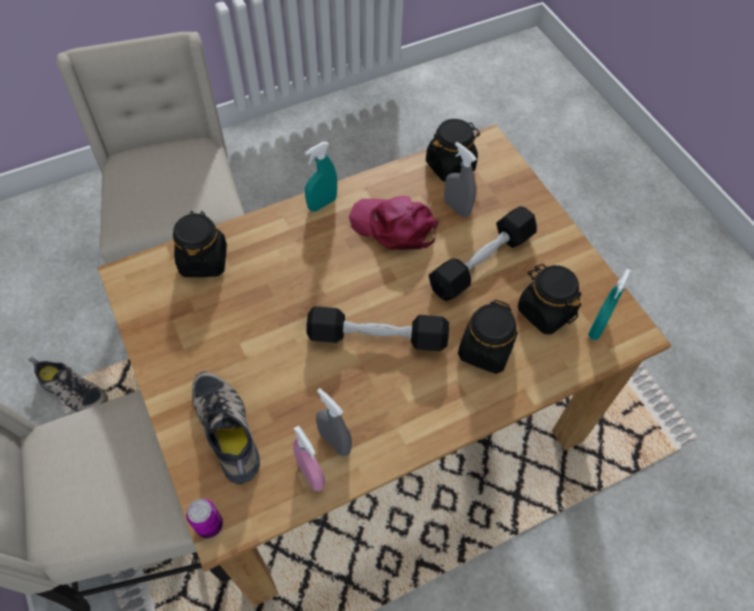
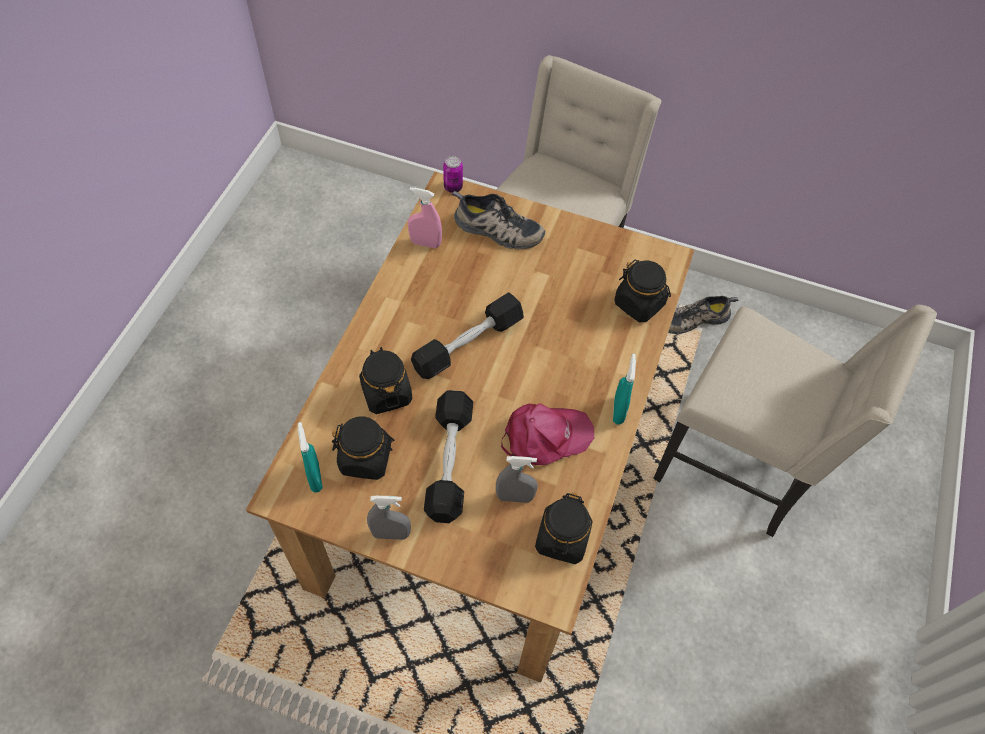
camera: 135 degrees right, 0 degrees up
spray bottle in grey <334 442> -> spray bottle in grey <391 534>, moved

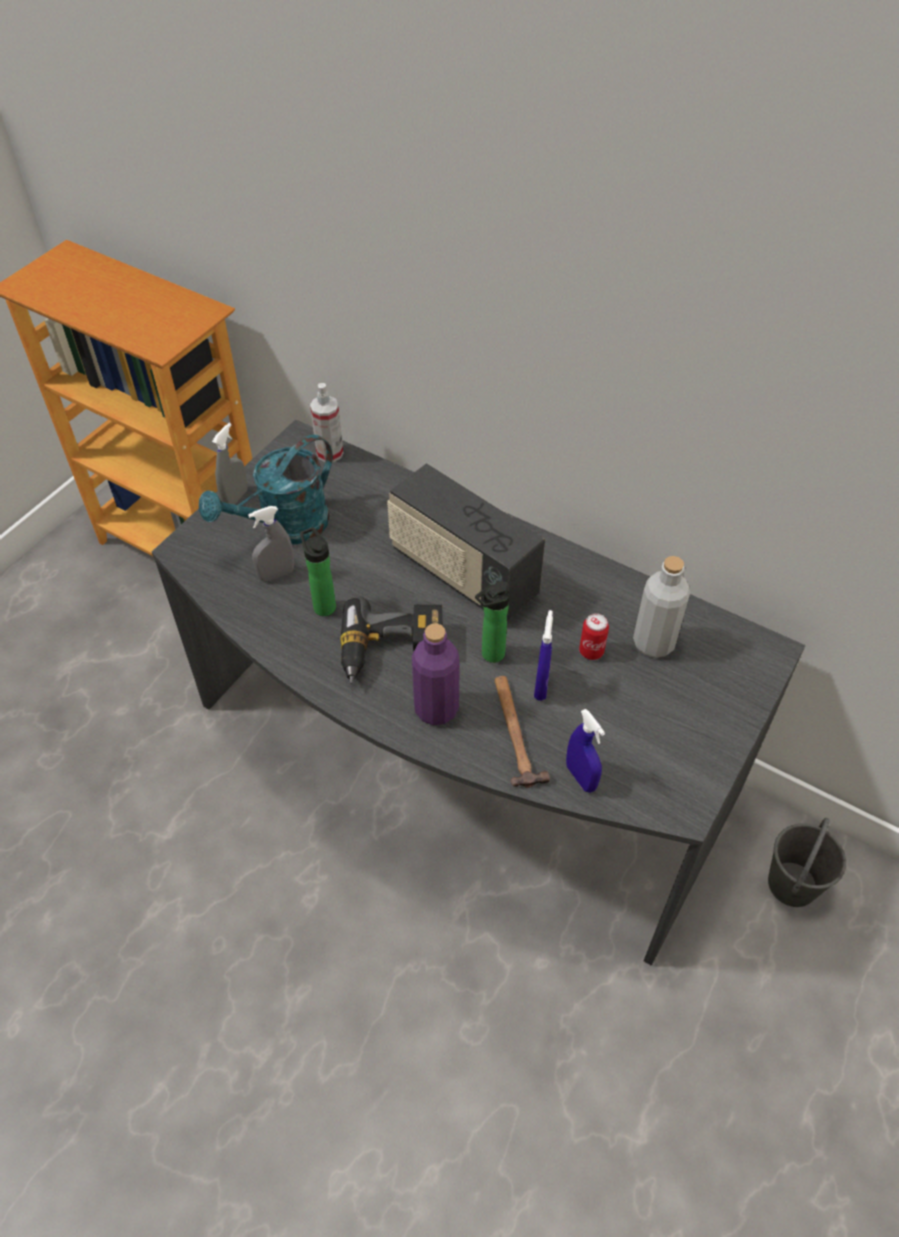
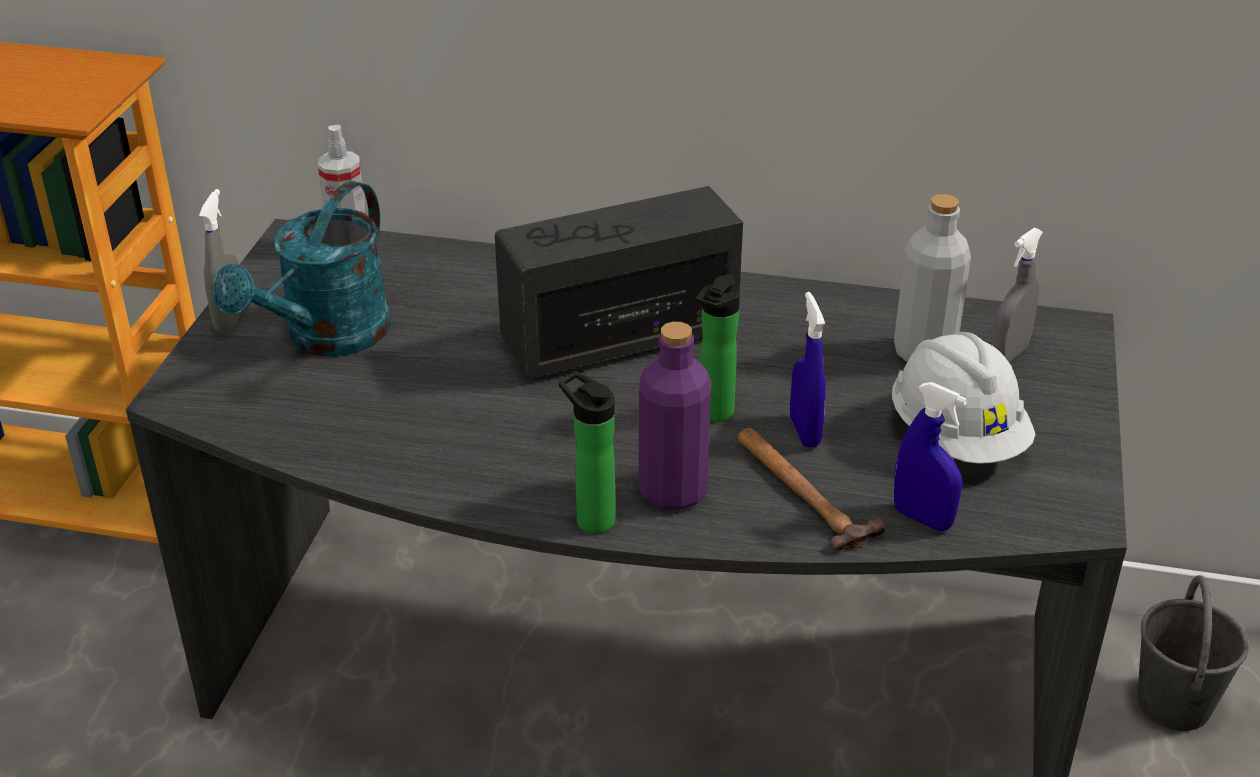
camera: 20 degrees left, 15 degrees down
radio <462 574> -> radio <620 336>, 135 degrees clockwise
bottle <323 605> -> bottle <590 518>, moved
none -> hard hat in white <957 436>
spray bottle in grey <276 574> -> spray bottle in grey <1008 354>, moved
power drill <391 652> -> none
can <591 651> -> none

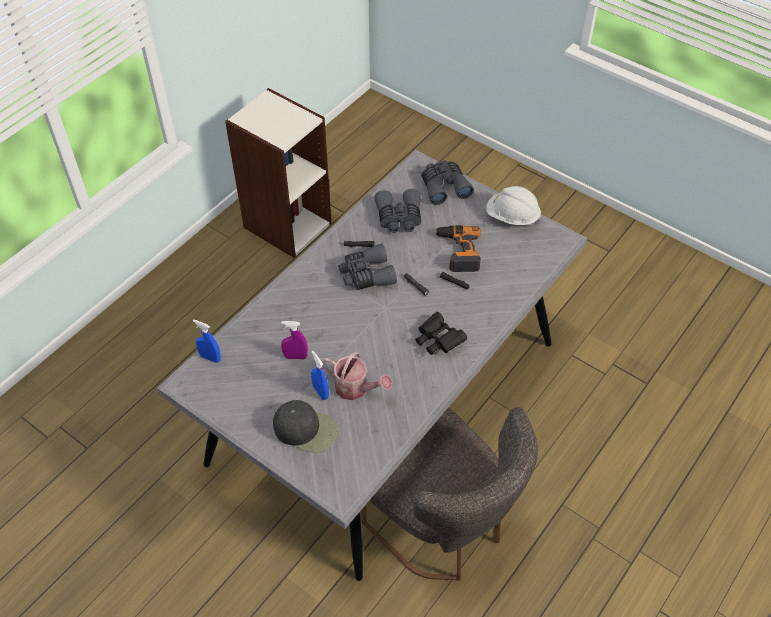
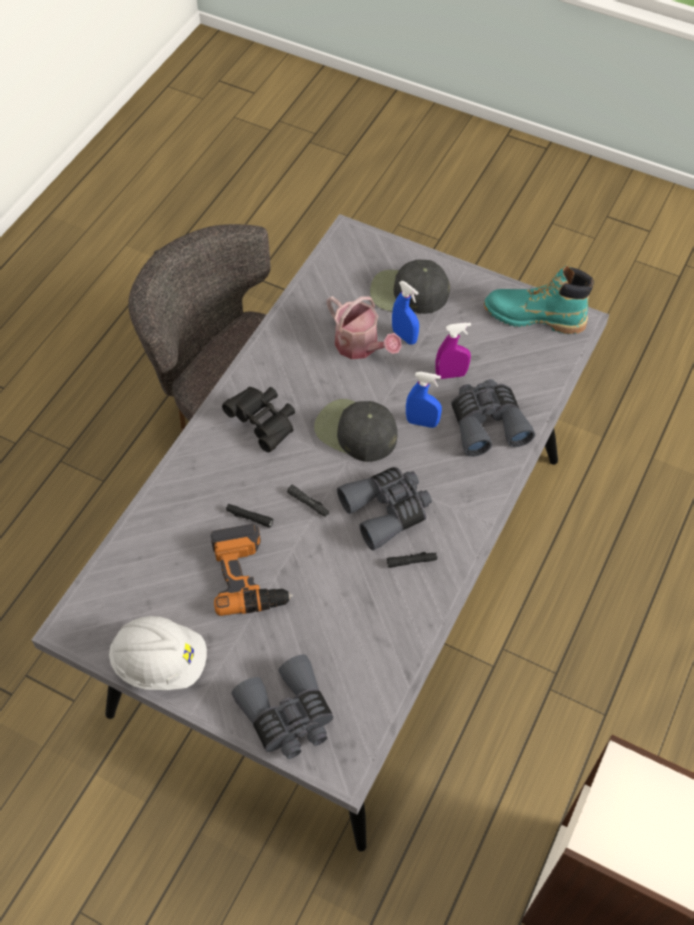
camera: 170 degrees right, 5 degrees up
none -> cap in black <355 431>
watering can <356 388> -> watering can <361 347>, 150 degrees counterclockwise
spray bottle in blue <210 358> -> spray bottle in blue <422 422>, moved
binoculars in grey <399 218> -> binoculars in grey <487 423>, moved
none -> boot in turquoise <534 317>

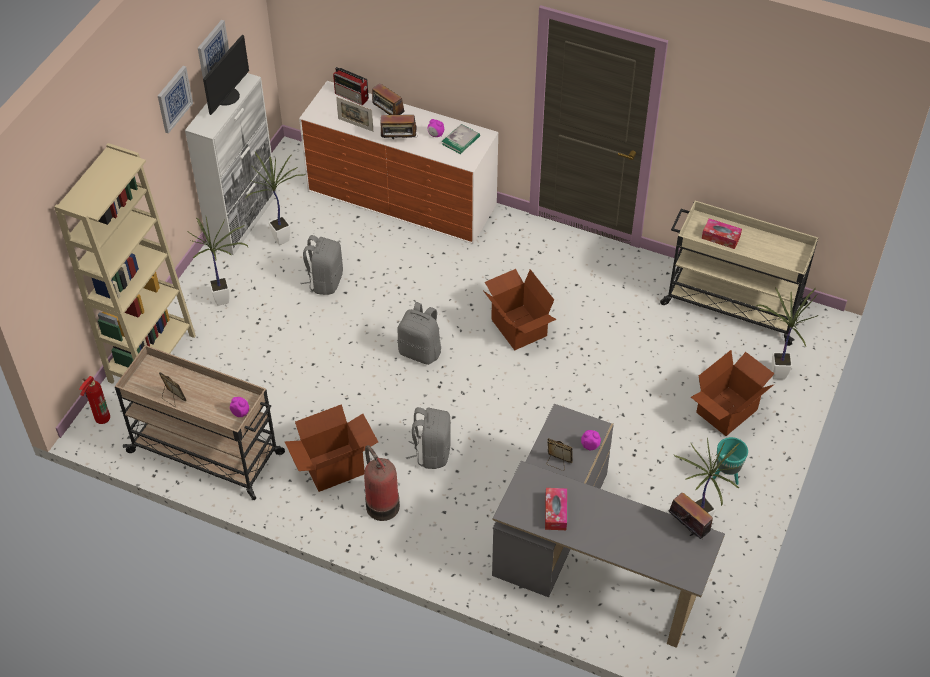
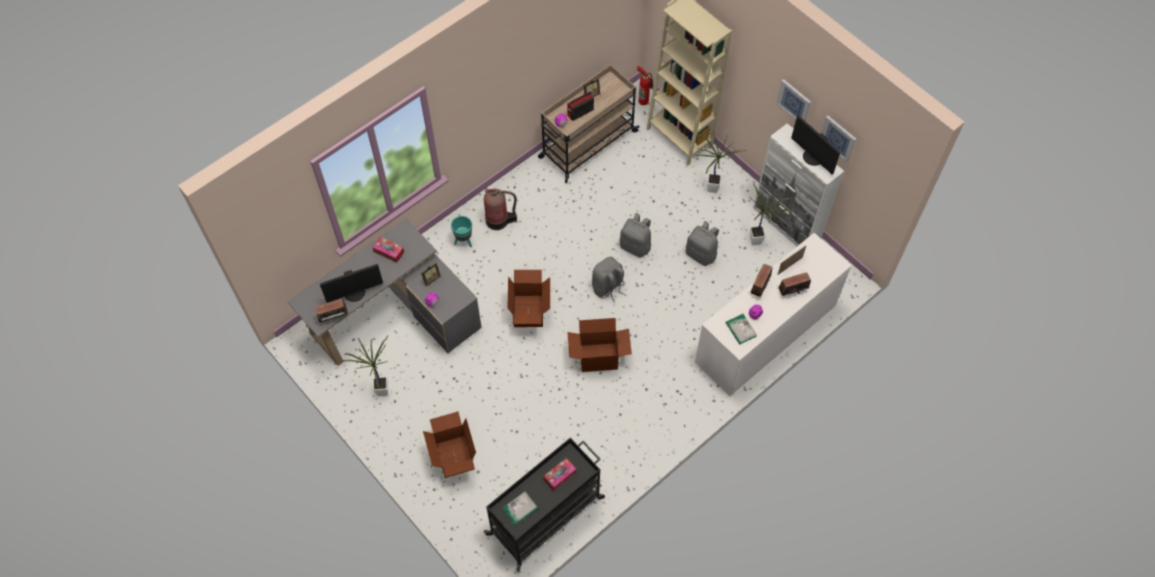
camera: 115 degrees right, 10 degrees up
none -> monitor <355 293>
planter in turquoise <726 475> -> planter in turquoise <464 241>, moved
cart in beige <731 304> -> cart in black <547 515>
none -> book <520 509>
cardboard box <333 466> -> cardboard box <529 311>, moved
radio <352 96> -> radio <580 112>, moved
backpack in grey <431 452> -> backpack in grey <635 246>, moved
potted plant <774 373> -> none

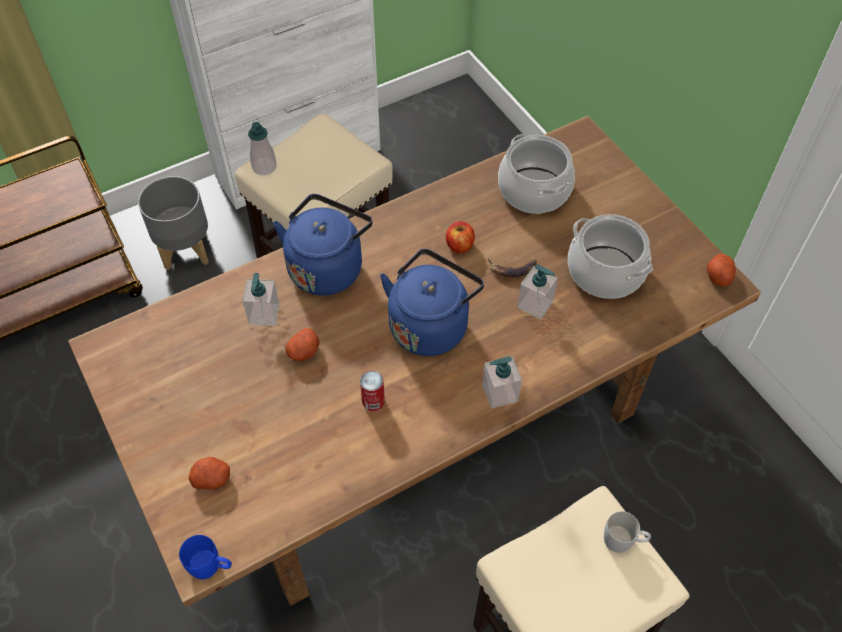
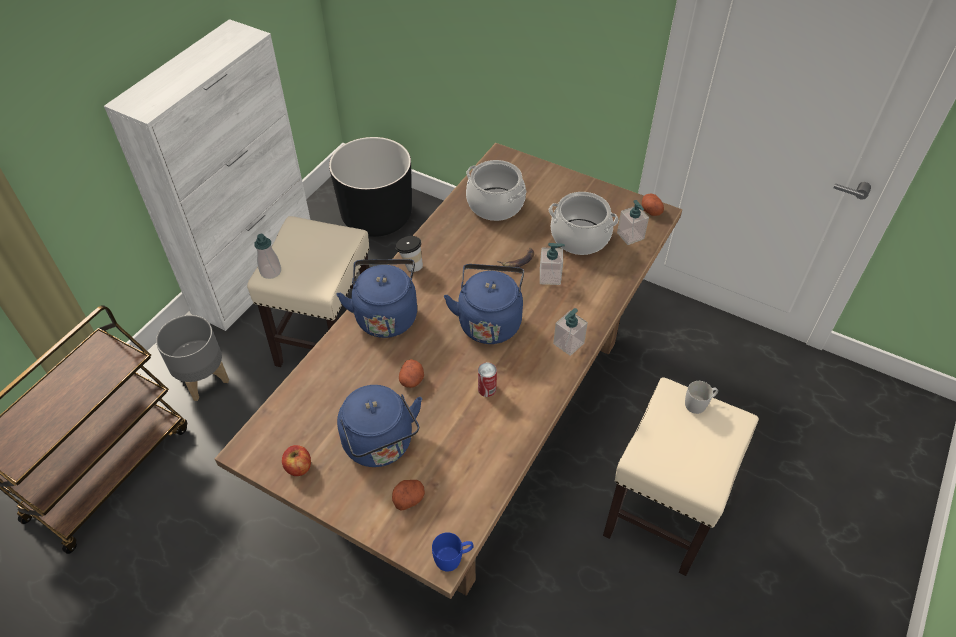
camera: 30 degrees left, 5 degrees down
apple <459 245> -> apple <298 467>, moved
none -> planter in black <377 216>
none -> kettle in blue <381 445>
none -> cup <410 265>
soap dispenser <264 314> -> soap dispenser <630 236>, moved

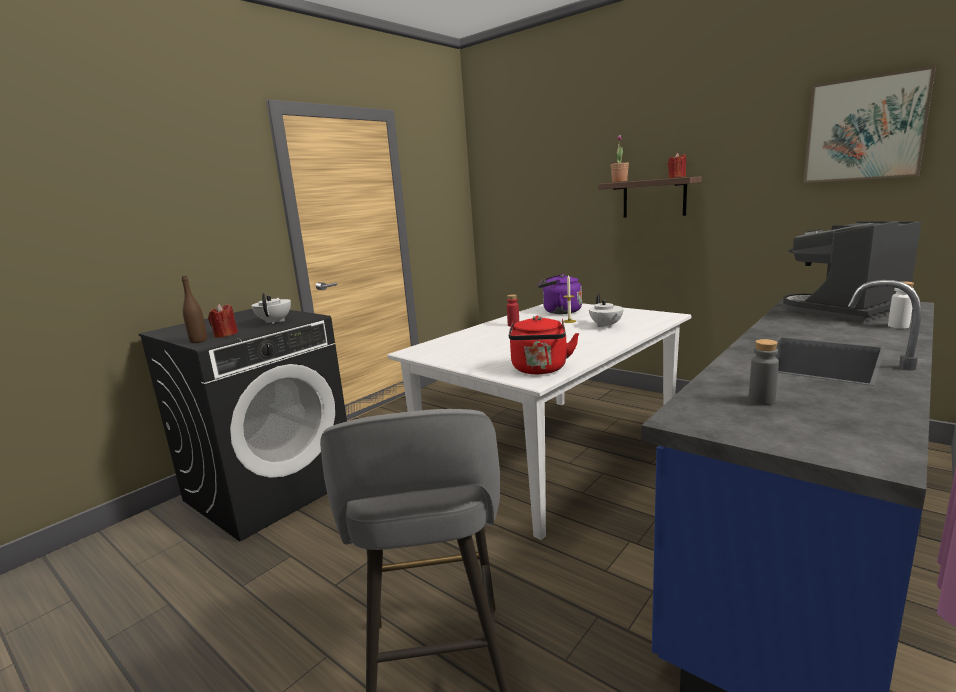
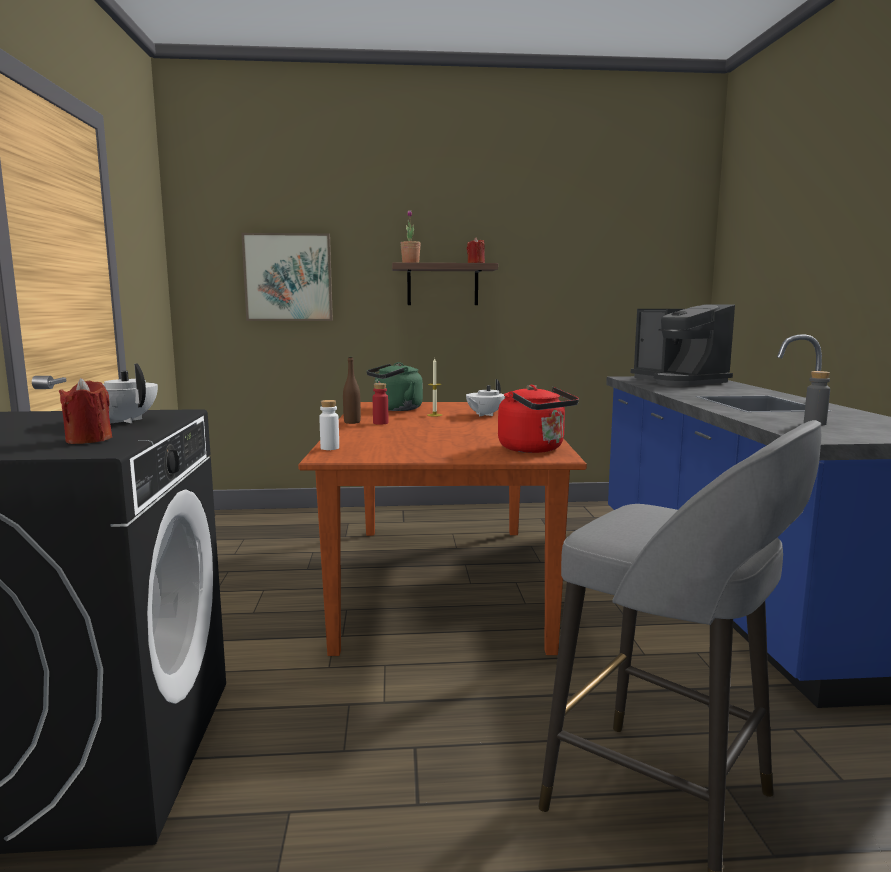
camera: 45 degrees left, 5 degrees down
picture <864 129> -> picture <288 277>, moved
dining table in white <552 455> -> dining table in brown <443 582>
bottle in white <898 326> -> bottle in white <330 448>, moved
bottle in brown <198 341> -> bottle in brown <352 422>, moved
kettle in purple <559 311> -> kettle in green <395 409>
teapot in white <606 326> -> teapot in white <484 415>, 90 degrees clockwise
coffee machine <848 310> -> coffee machine <678 381>, 45 degrees counterclockwise

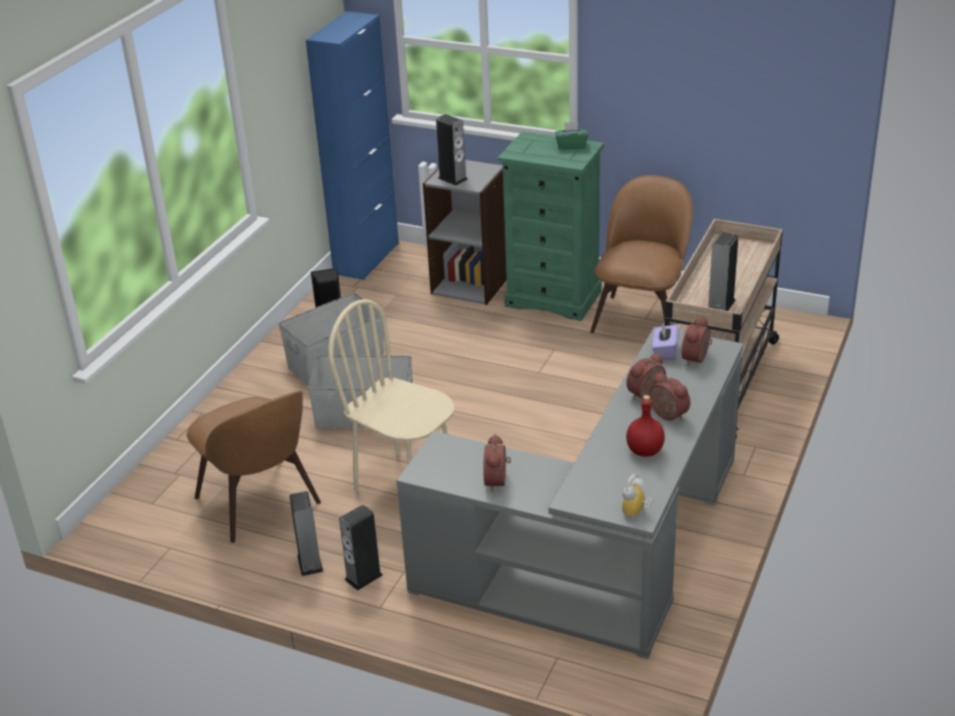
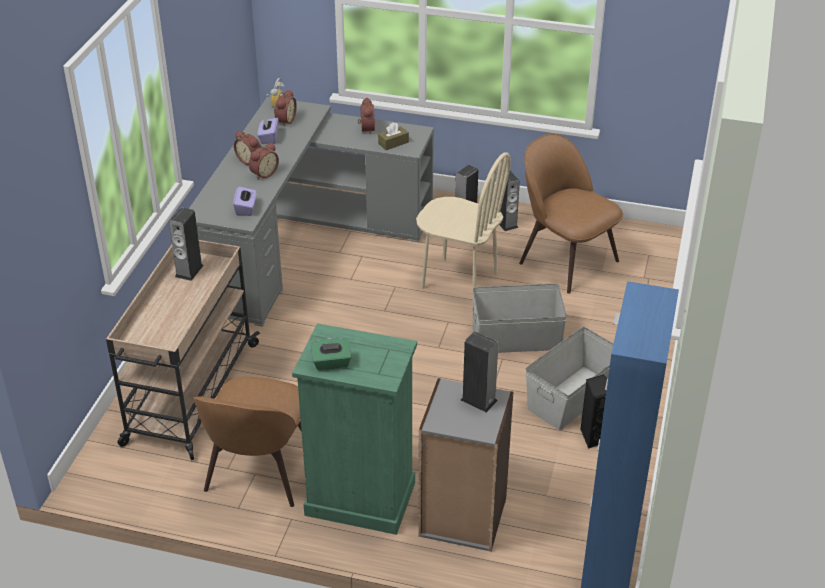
camera: 170 degrees right, 5 degrees up
bottle in red <644 450> -> tissue box in purple <268 138>
alarm clock <697 359> -> alarm clock <284 121>, moved
none -> tissue box in brown <393 143>

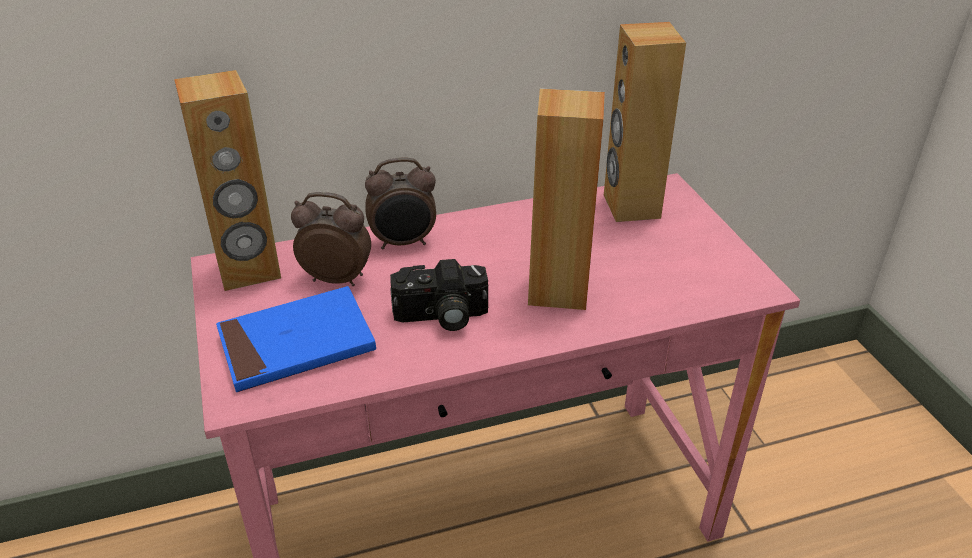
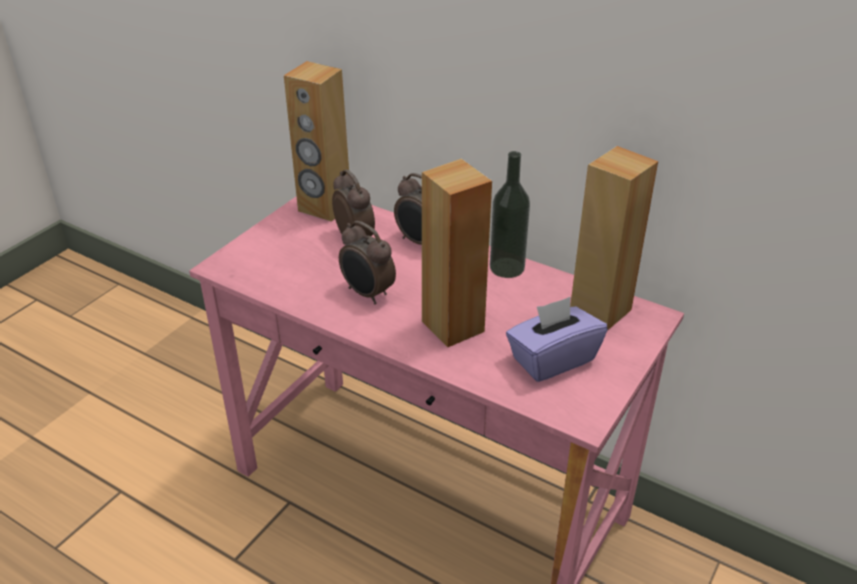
camera: 50 degrees right, 0 degrees up
photo camera <441 317> -> alarm clock <367 294>
none -> bottle <507 267>
none -> tissue box in purple <552 359>
book in blue <297 344> -> none

